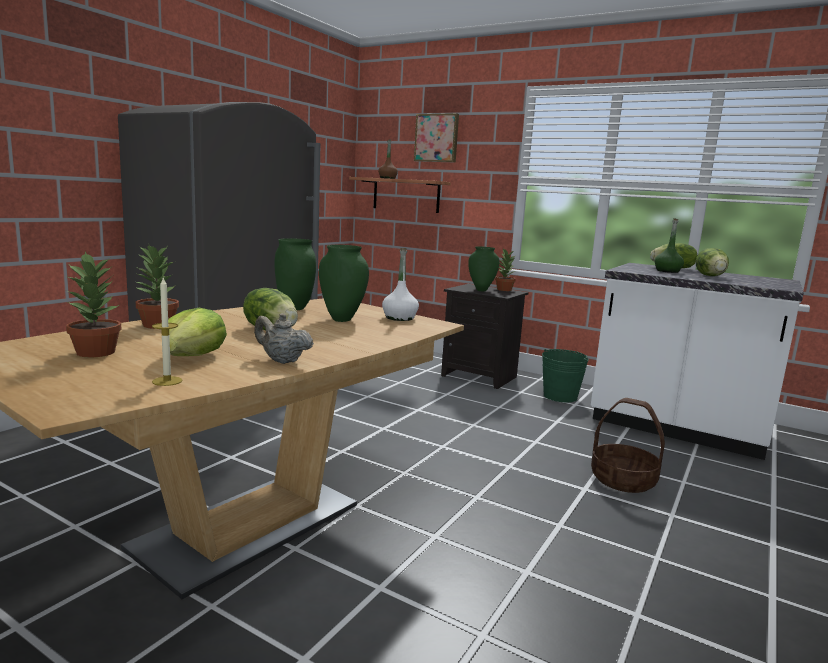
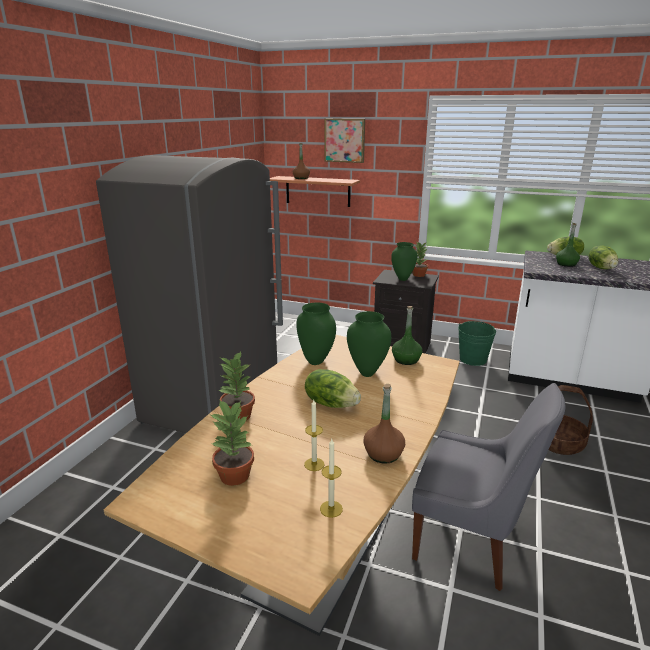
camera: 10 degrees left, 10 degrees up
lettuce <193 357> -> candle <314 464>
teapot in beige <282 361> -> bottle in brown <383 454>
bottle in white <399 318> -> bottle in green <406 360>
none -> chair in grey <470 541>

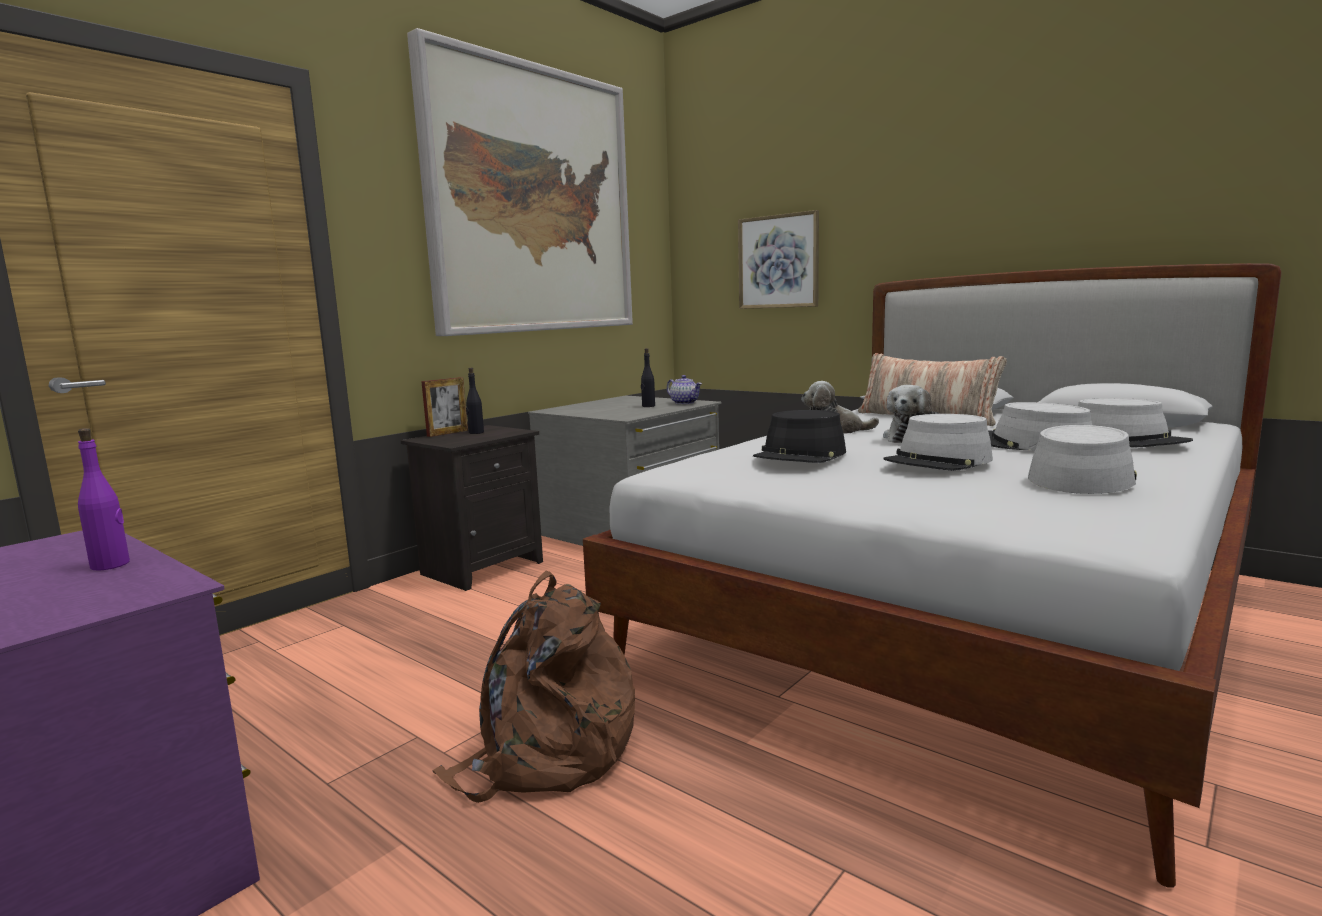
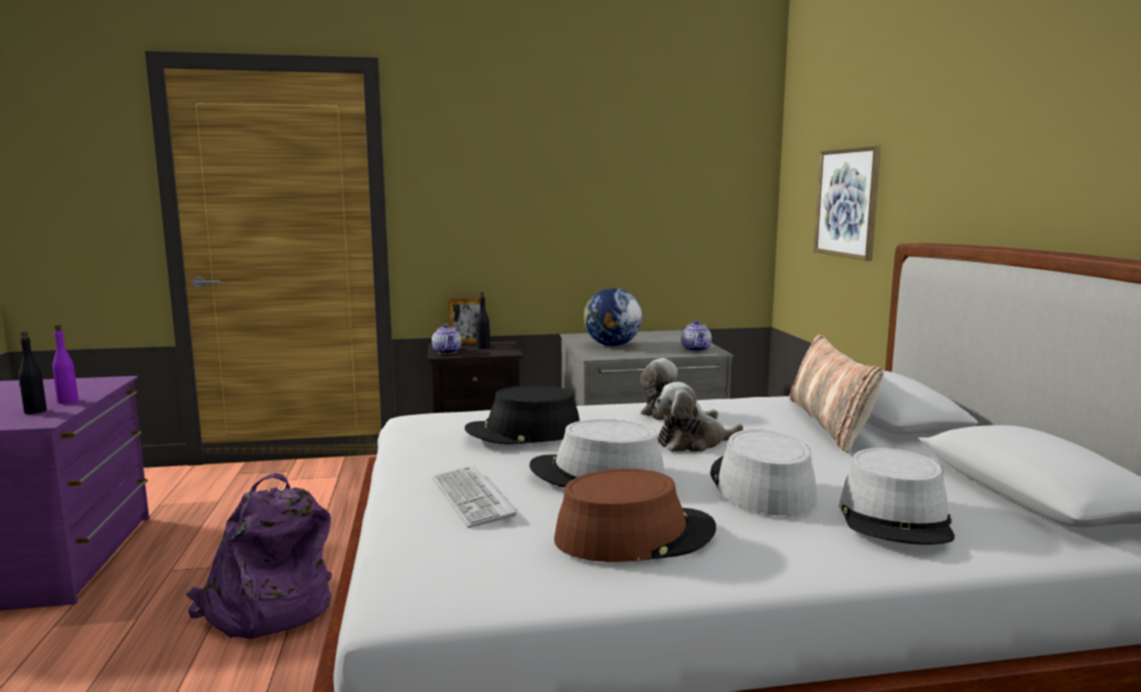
camera: 40 degrees right, 0 degrees up
bottle in black <648 406> -> bottle in black <35 411>, moved
backpack in brown <547 753> -> backpack in purple <267 609>
none -> teapot <447 352>
none -> keyboard <471 498>
hat in grey <1081 477> -> hat in brown <634 535>
none -> globe <612 345>
picture <532 202> -> none

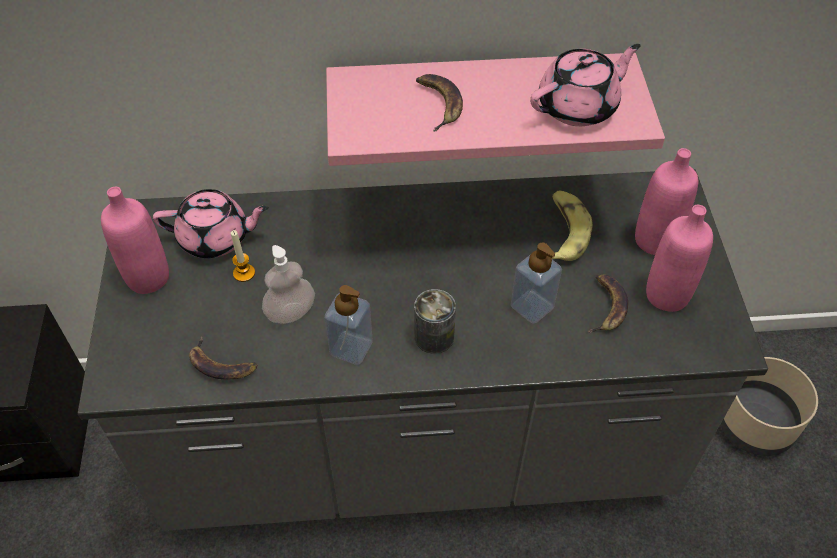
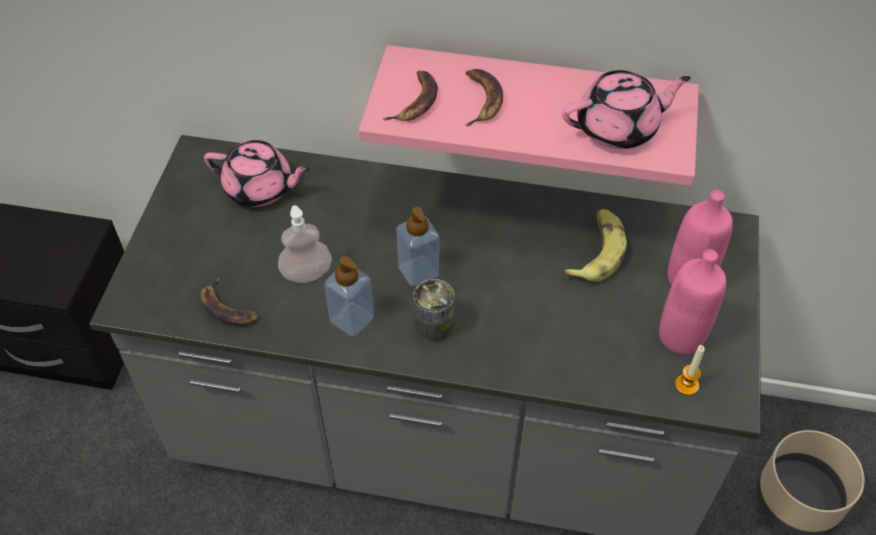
camera: 15 degrees right, 0 degrees up
banana <606 306> -> banana <415 101>, moved
soap dispenser <532 307> -> soap dispenser <418 271>, moved
candle <244 273> -> candle <686 385>, moved
bottle in pink <148 277> -> none

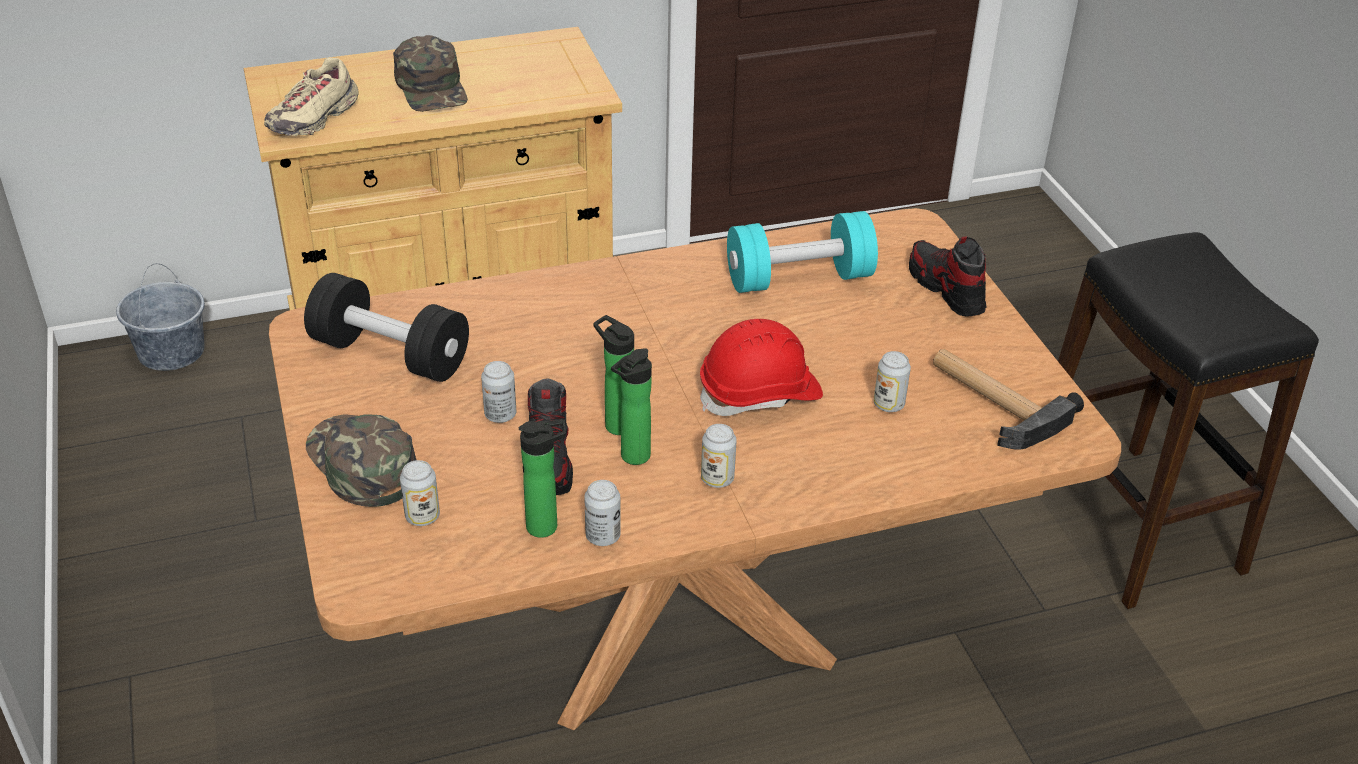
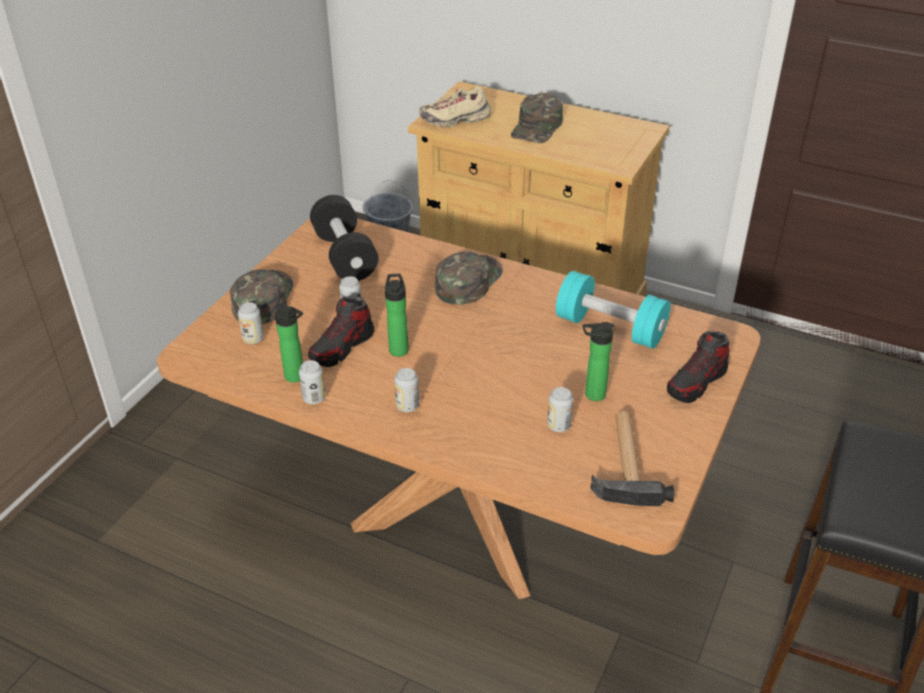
camera: 45 degrees right, 0 degrees up
none -> cap in green <467 281>
bottle <632 458> -> bottle <591 395>, moved
shoe <946 288> -> shoe <696 382>, 150 degrees counterclockwise
hard hat in red <760 394> -> none

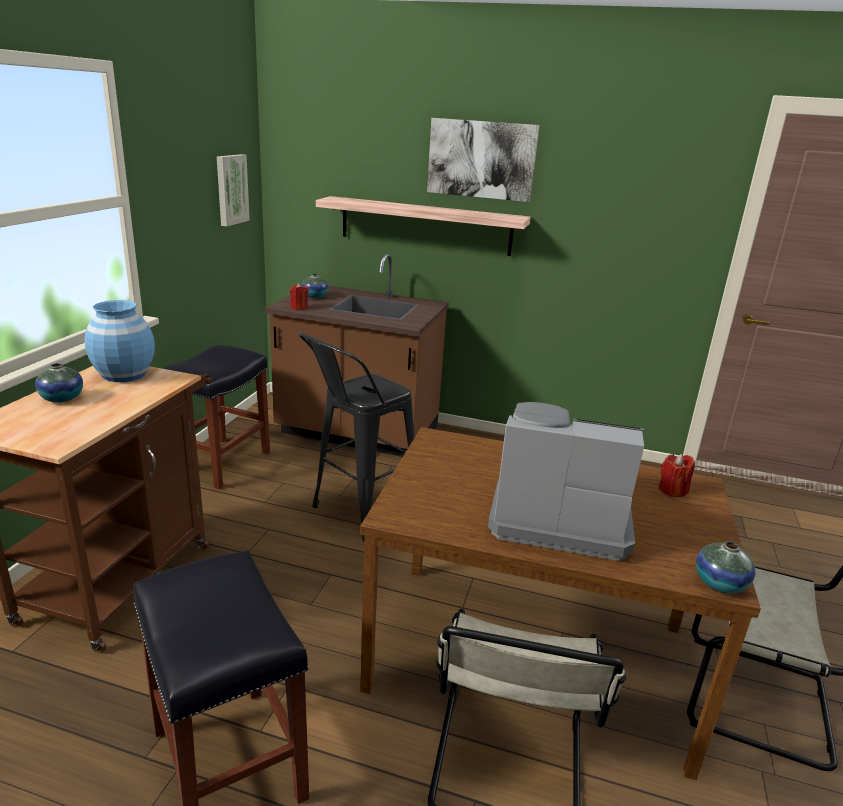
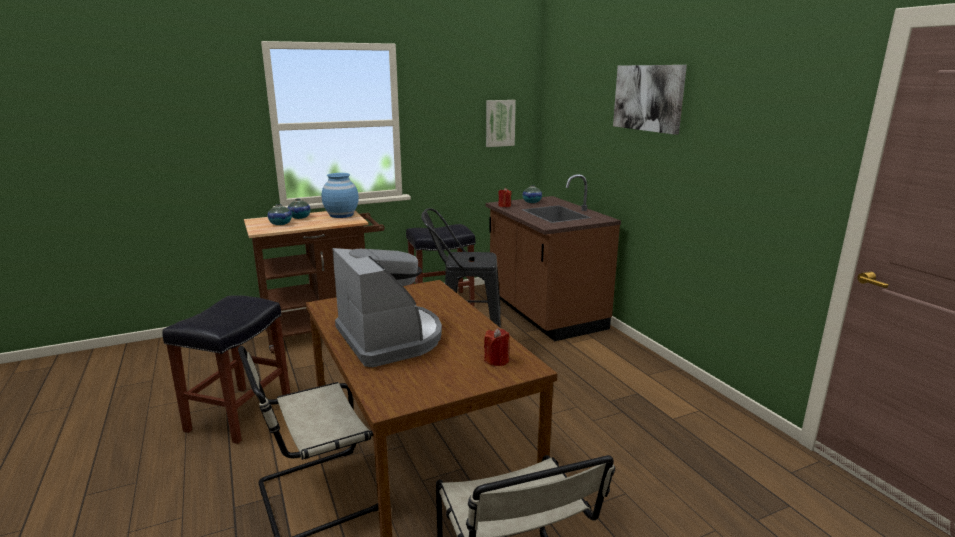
camera: 50 degrees right, 5 degrees down
vase <720 583> -> vase <280 224>, moved
shelf <425 226> -> none

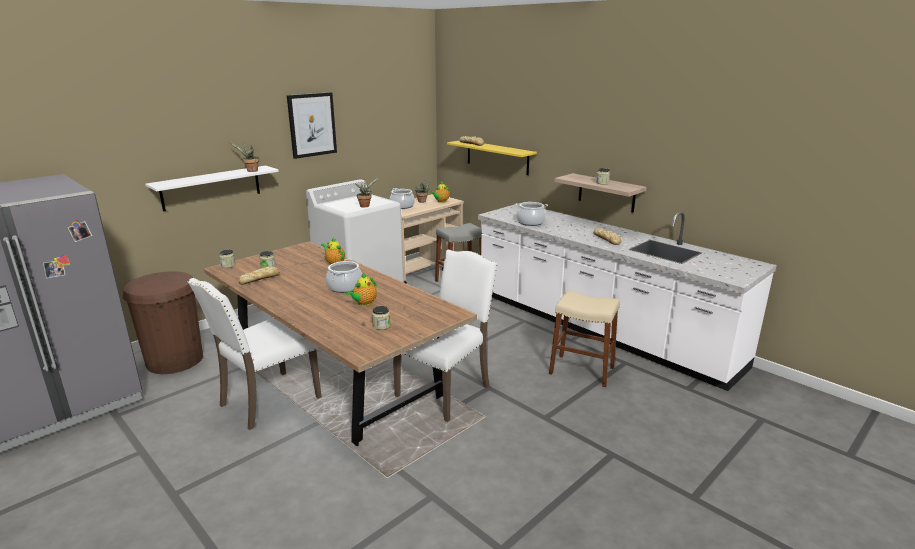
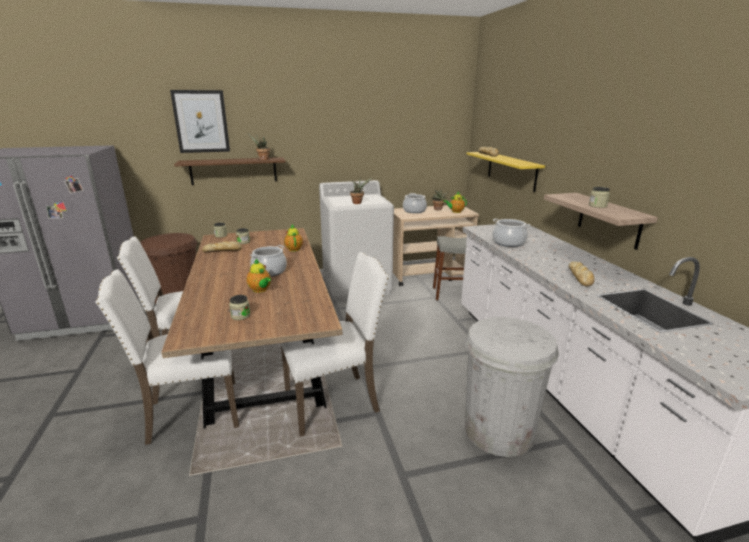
camera: 30 degrees right, 0 degrees up
none -> chair in white <191 413>
picture <312 125> -> picture <201 121>, moved
shelf in white <211 187> -> shelf in brown <233 171>
teapot <364 303> -> teapot <260 290>, 105 degrees counterclockwise
stool in beige <581 370> -> trash can in white <499 430>

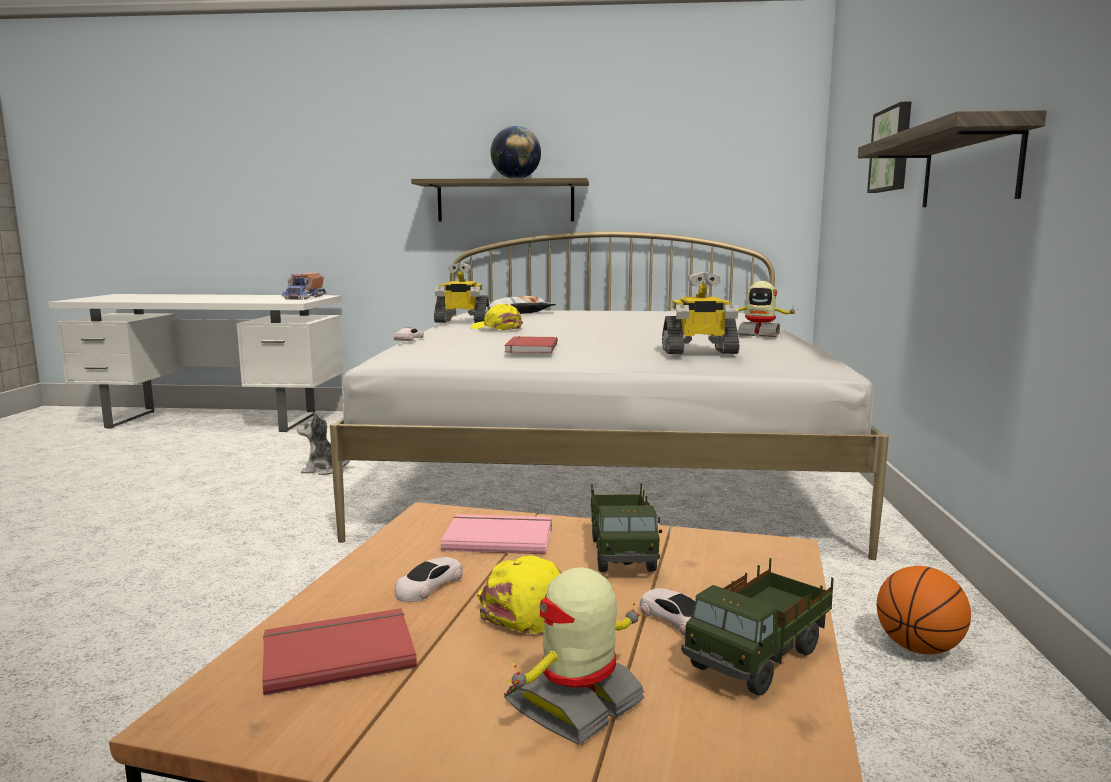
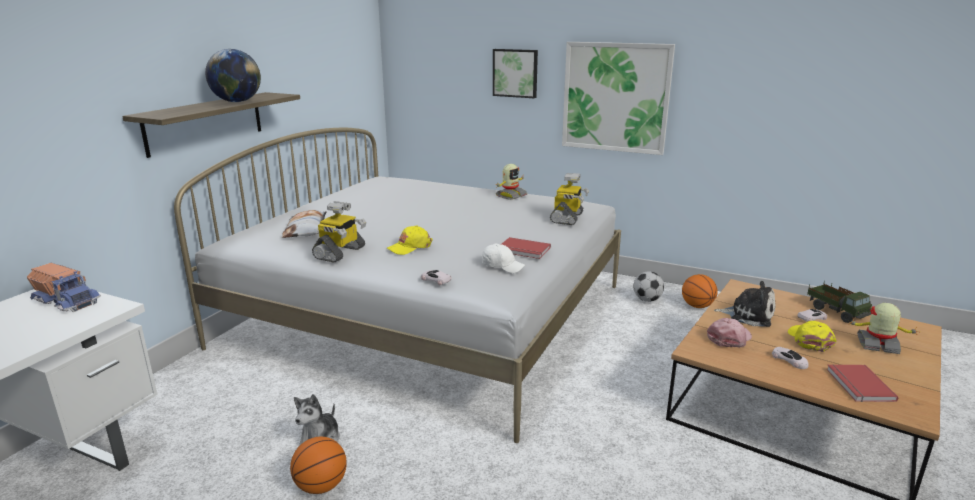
camera: 70 degrees left, 10 degrees up
none -> basketball <321 486>
none -> cap in white <502 266>
shelf <969 167> -> picture <615 97>
none -> football <646 300>
book in pink <498 537> -> cap in pink <729 338>
toy truck <623 553> -> plush toy <748 315>
toy robot <577 705> -> toy robot <877 345>, 135 degrees clockwise

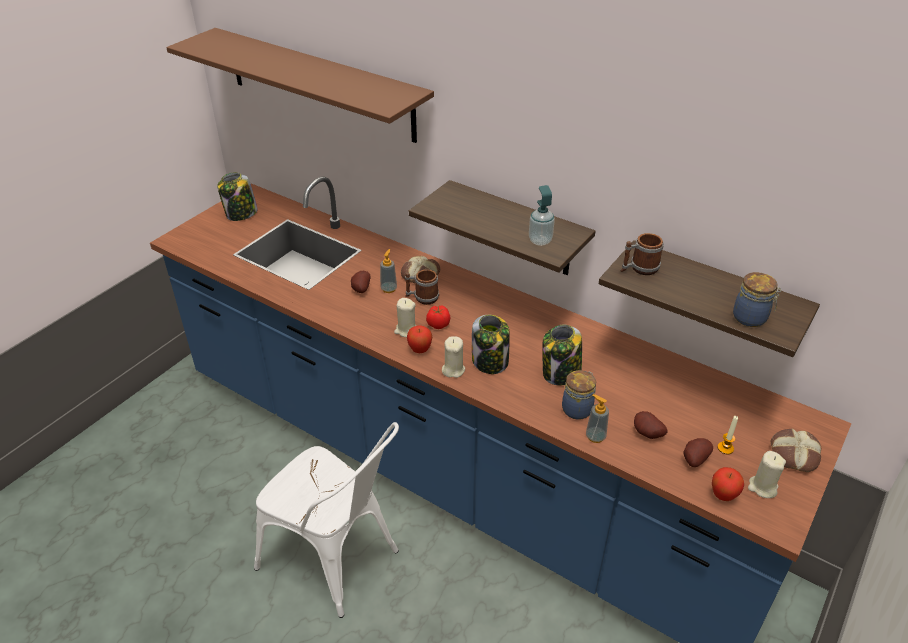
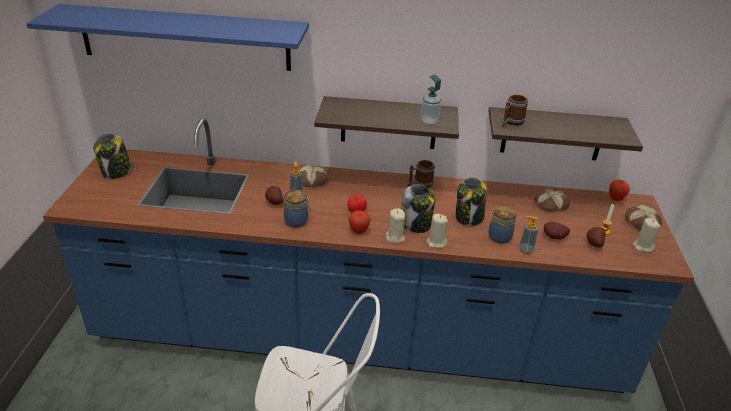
camera: 30 degrees left, 5 degrees down
shelf in brown <319 84> -> shelf in blue <185 38>
jar <751 318> -> jar <297 221>, moved
mug <422 297> -> mug <420 184>, moved
candle in beige <406 330> -> candle in beige <436 242>, moved
none -> bread <550 204>
apple <723 495> -> apple <615 199>, moved

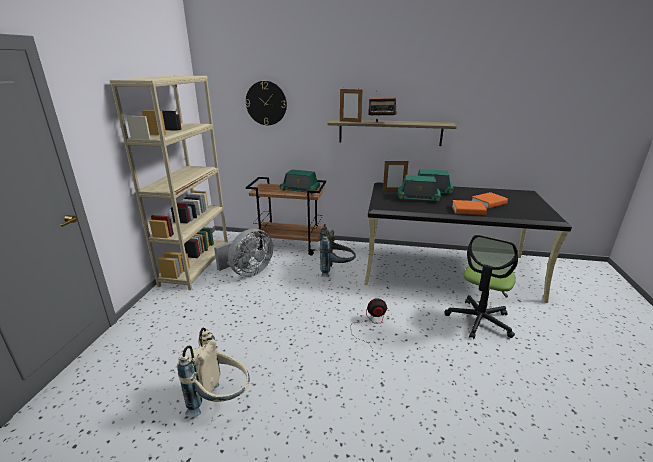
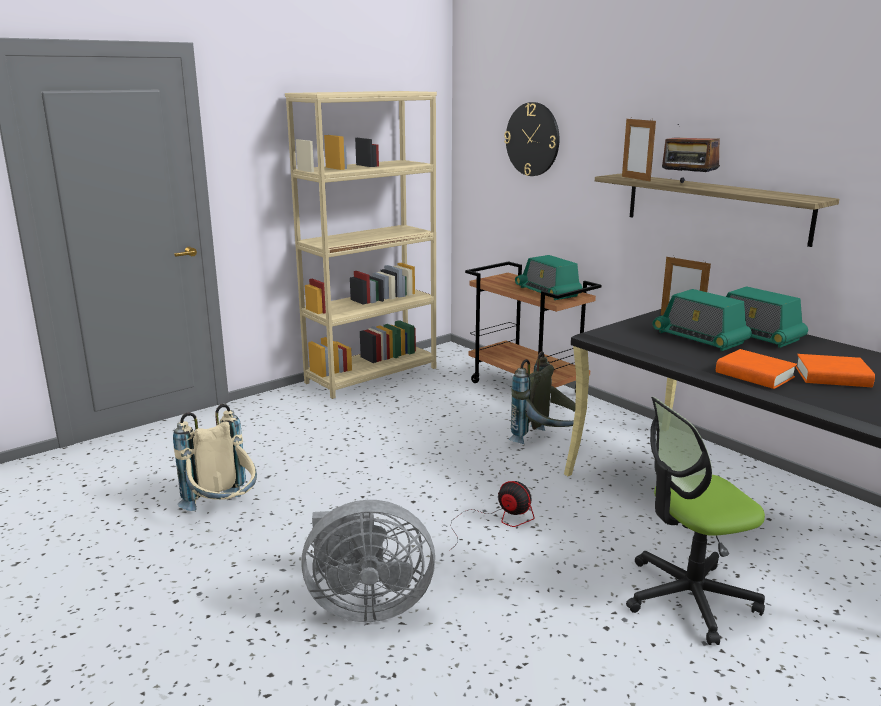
camera: 40 degrees right, 5 degrees down
fan in grey <248 272> -> fan in grey <365 605>, moved

